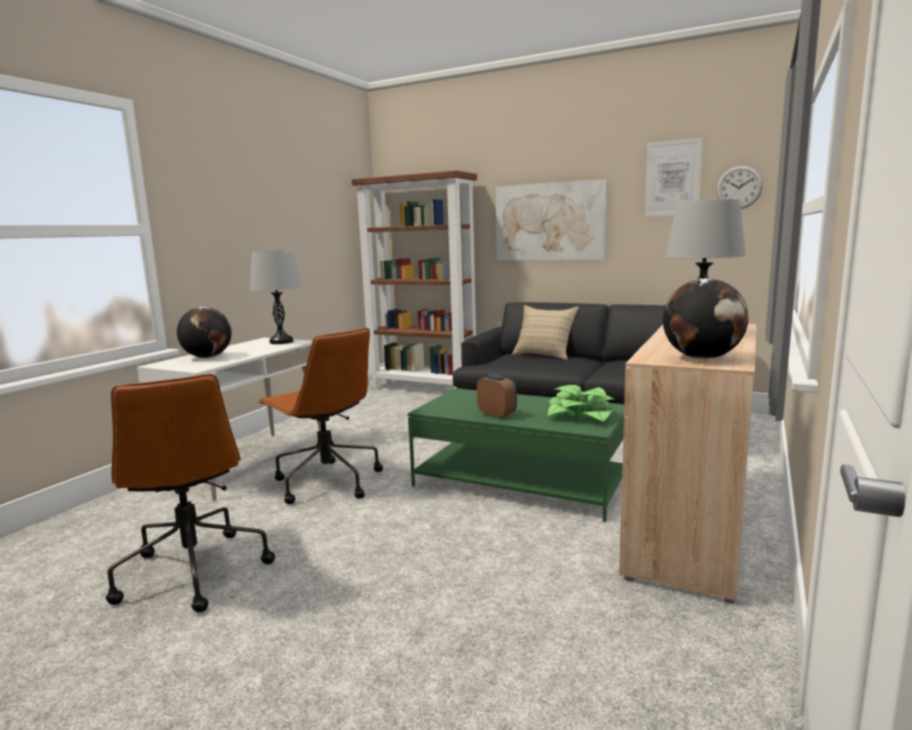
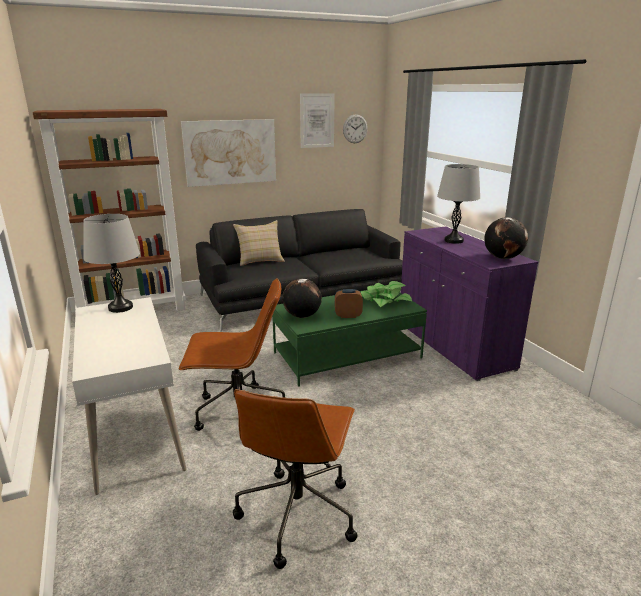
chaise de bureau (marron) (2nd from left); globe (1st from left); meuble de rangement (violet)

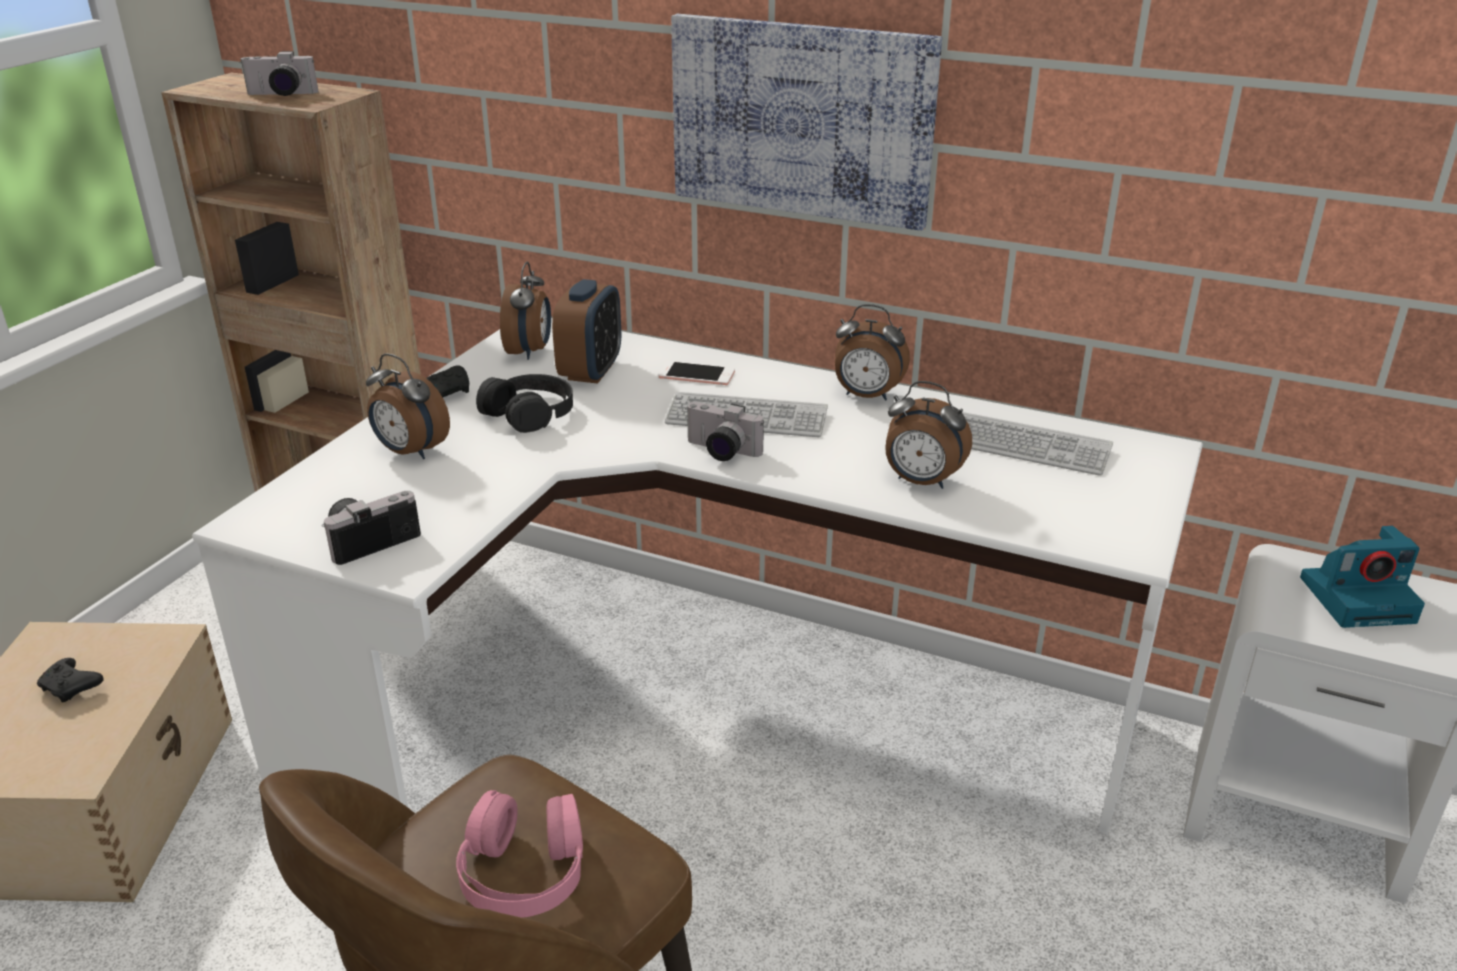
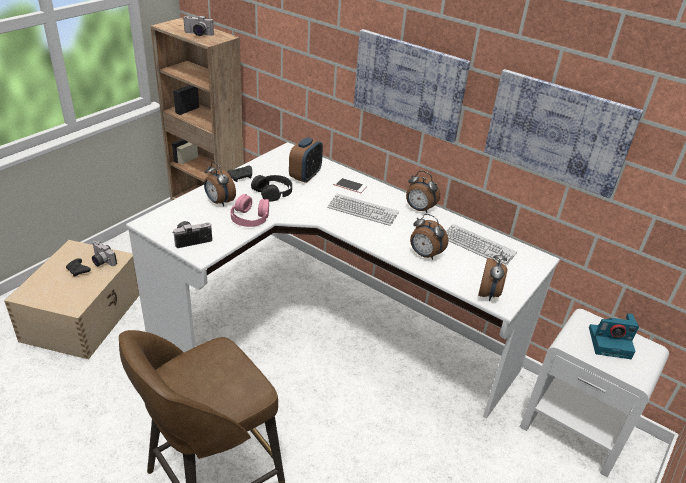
casque audio (rose); réveil (5th from left); appareil photo (1st from left); tableau (2nd from left)

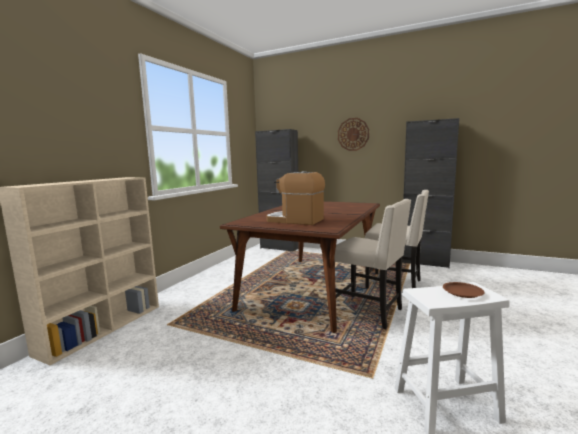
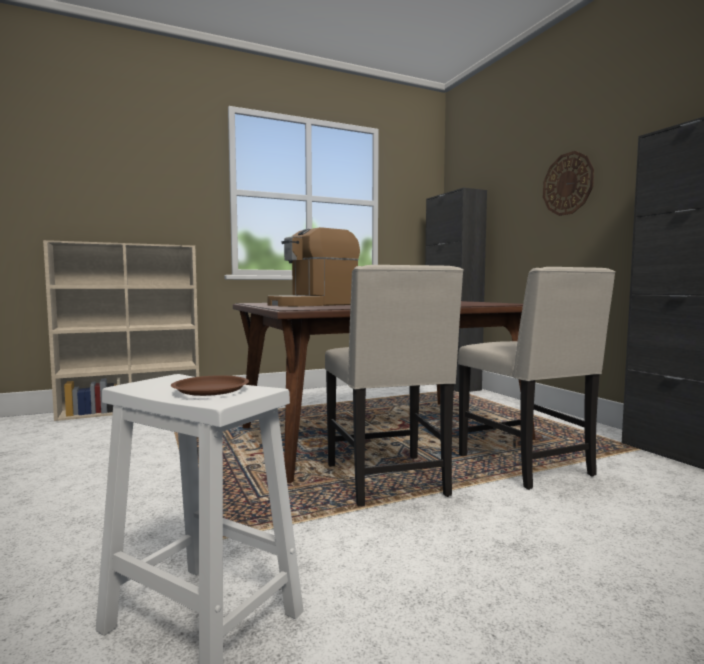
machine à café

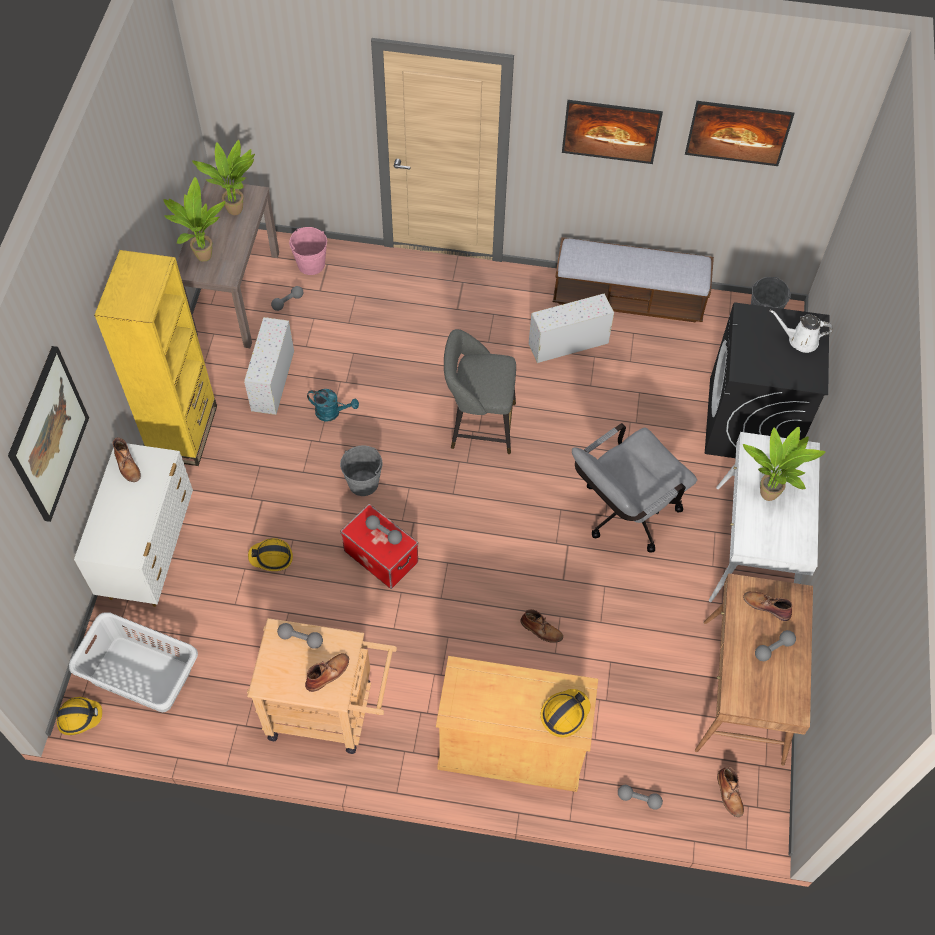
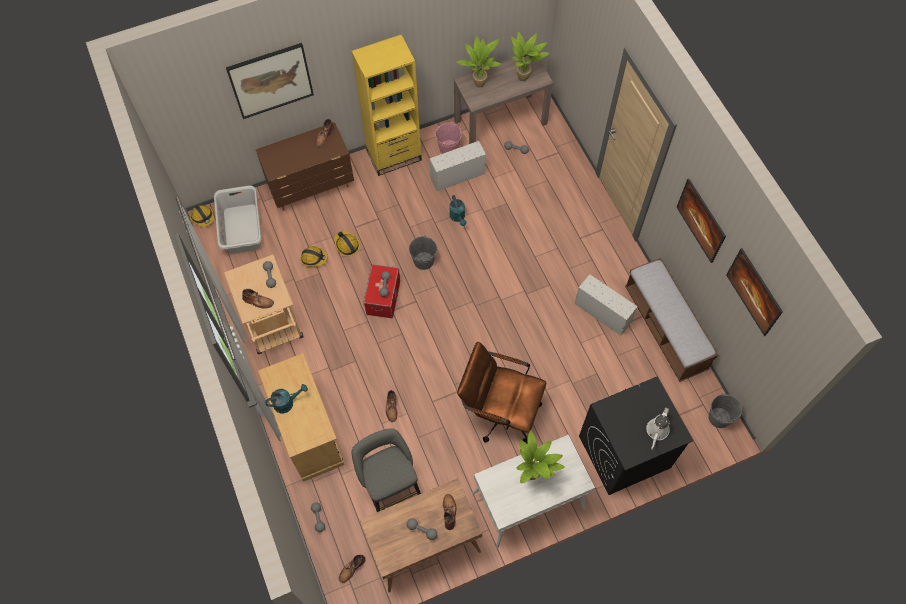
commode (marron); seau (rose); tabouret (gris); casque de chantier (2nd from left); chaise de bureau (marron); arrosoir (blanc); arrosoir (turquoise) (1st from left)

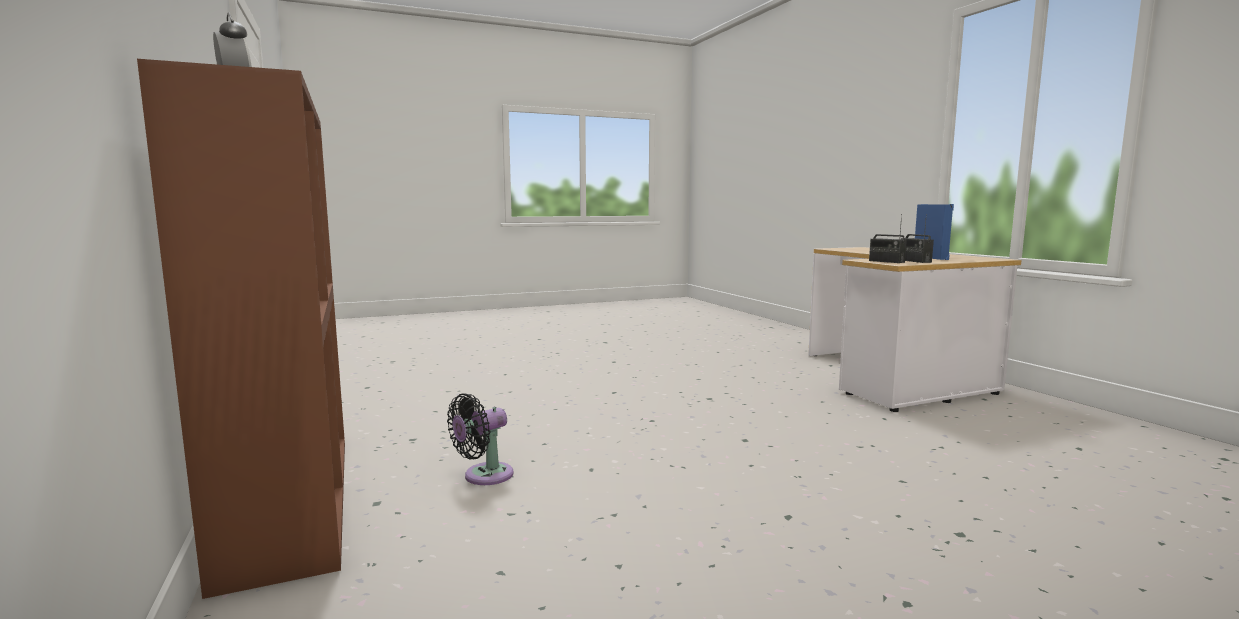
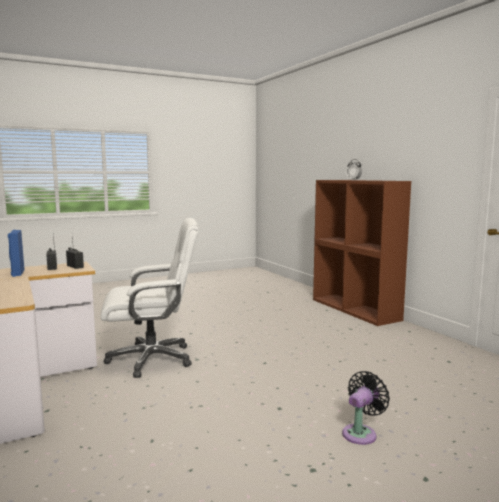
ventilateur (noir); chaise de bureau (blanc)

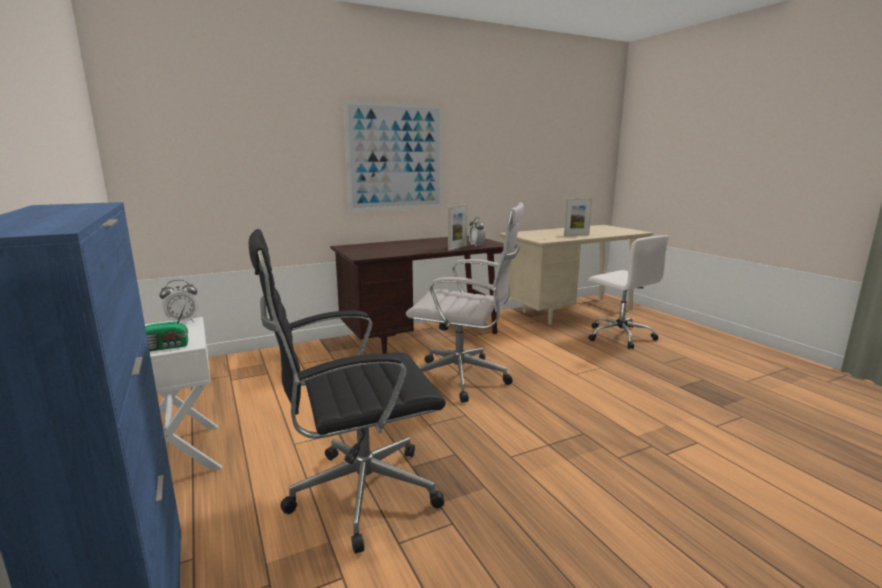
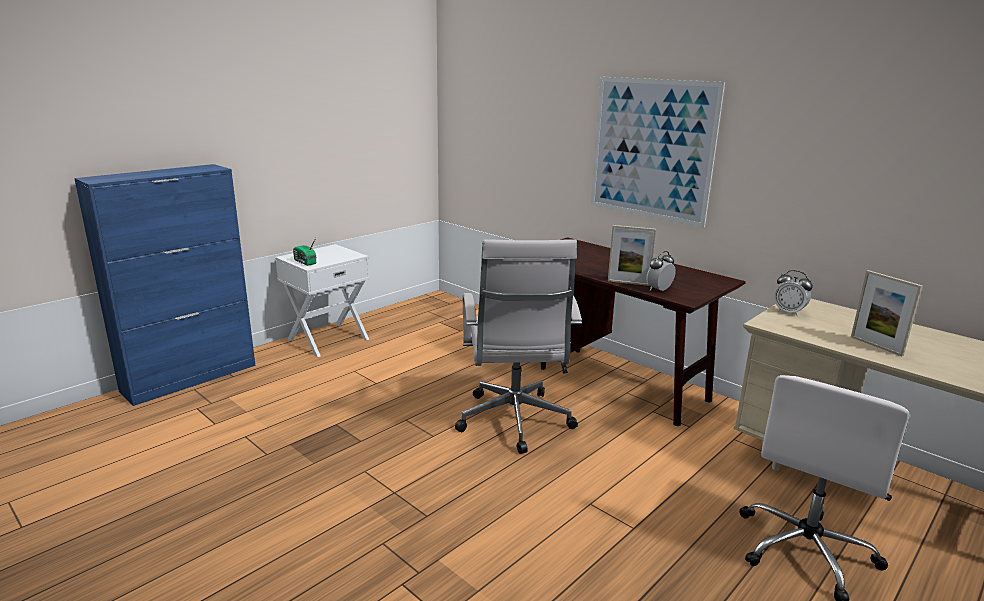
réveil (2nd from left); chaise de bureau (noir)

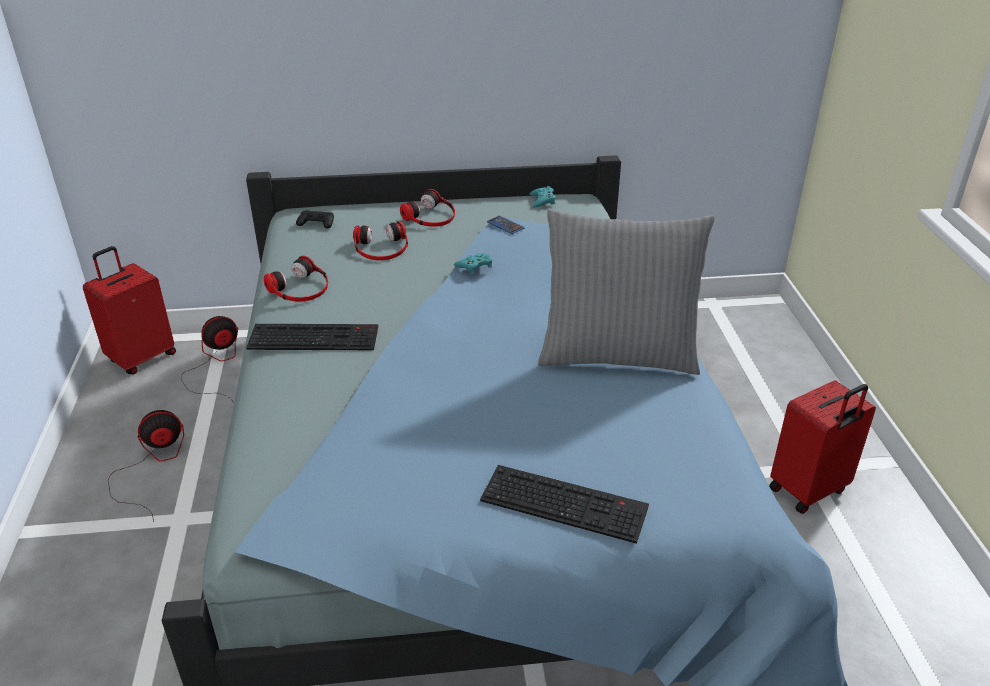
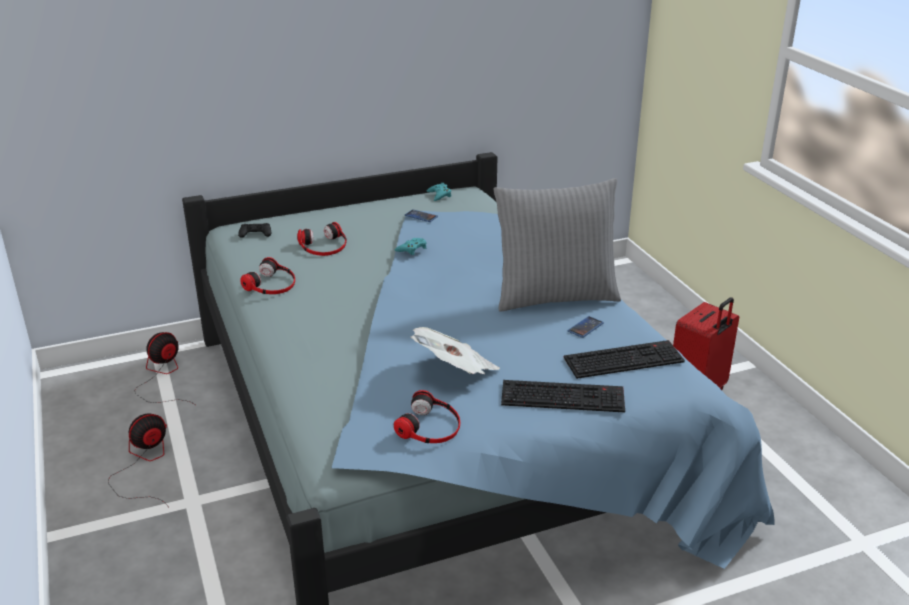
valise (rouge) (1st from left in the first image); clavier (2nd from left); casque audio (3rd from left); journal; téléphone (2nd from left)

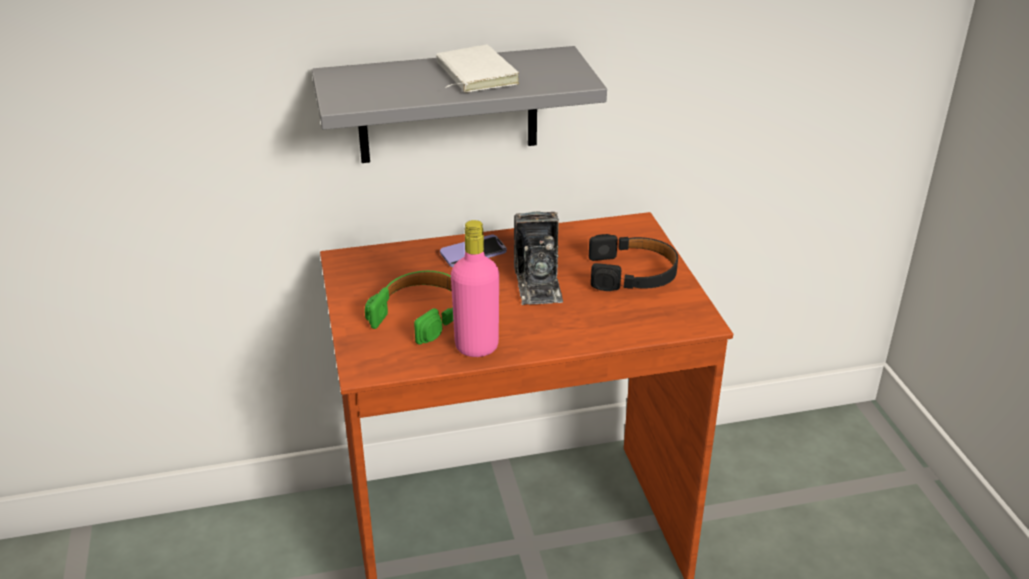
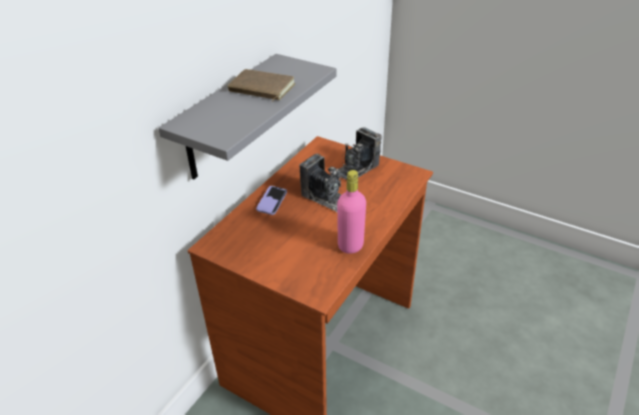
casque audio (vert); livre (marron); appareil photo (2nd from left)

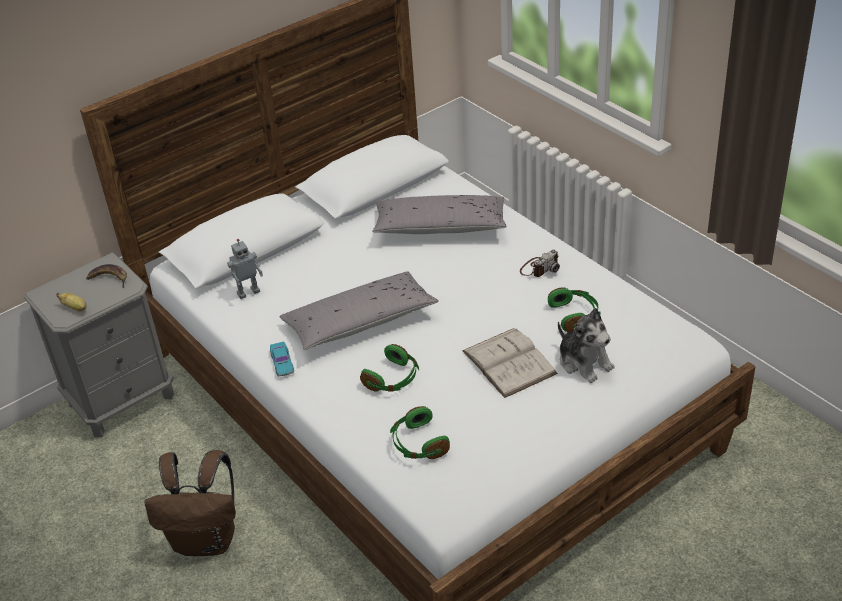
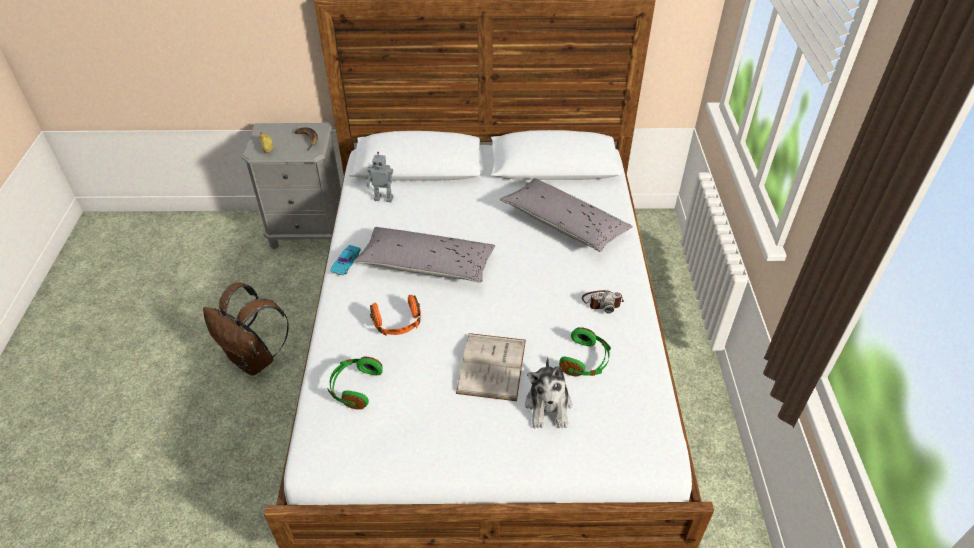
casque audio (orange)

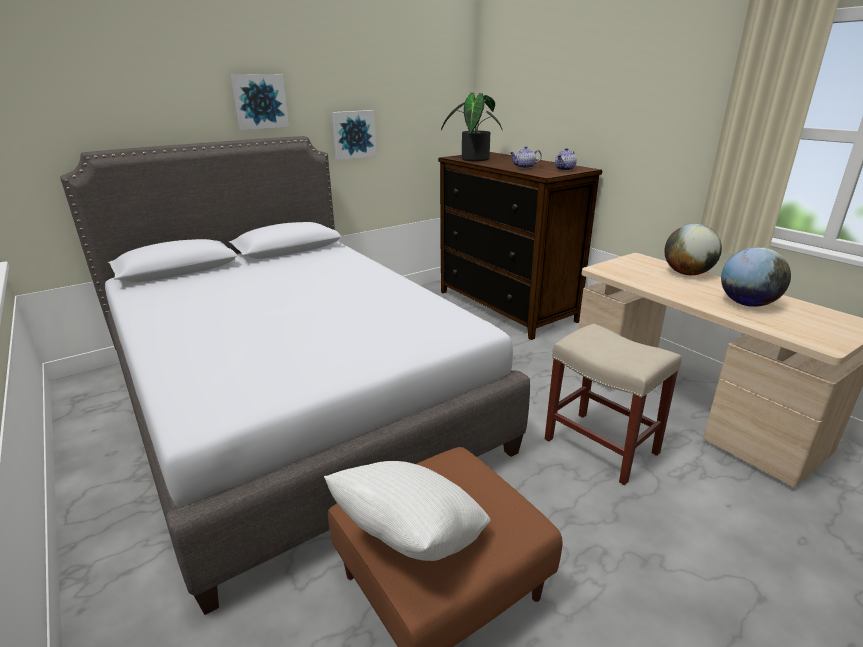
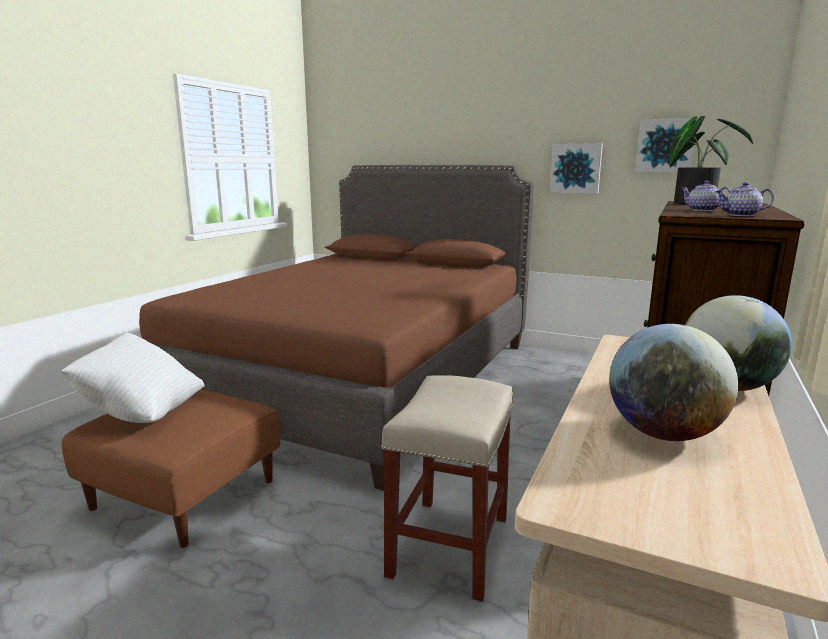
lit (marron); tableau (2nd from left)

